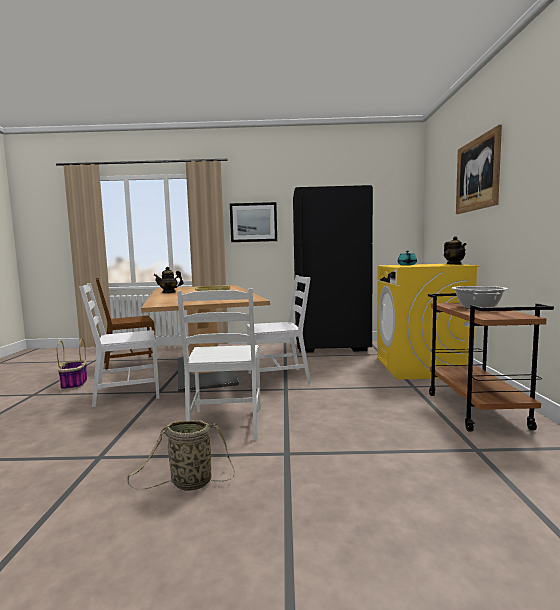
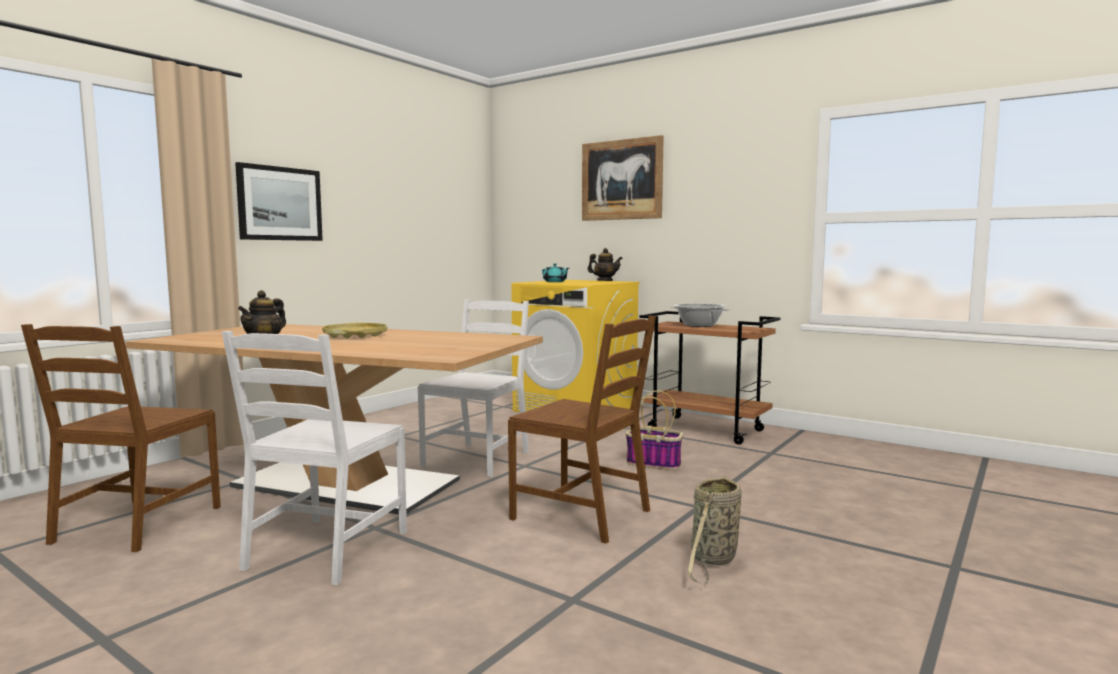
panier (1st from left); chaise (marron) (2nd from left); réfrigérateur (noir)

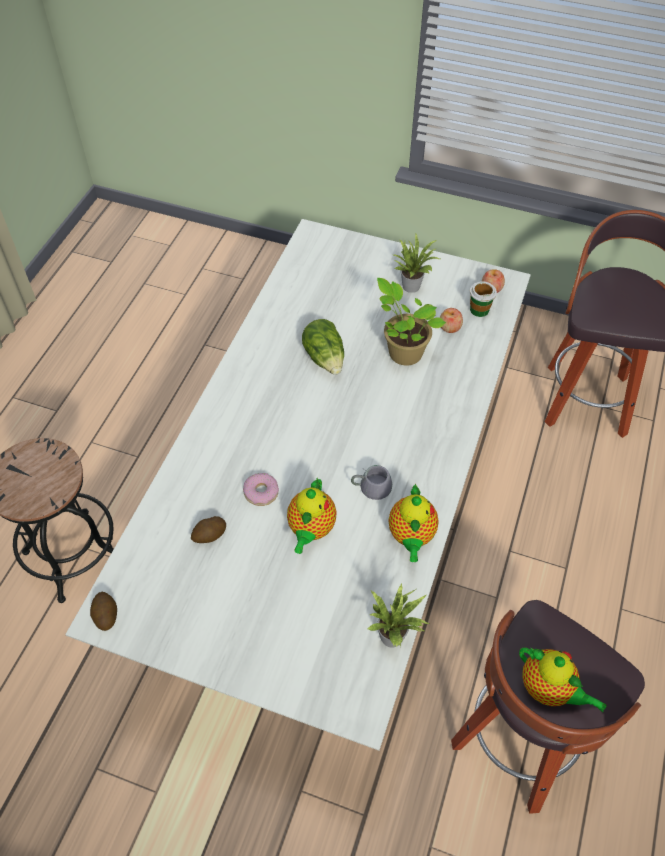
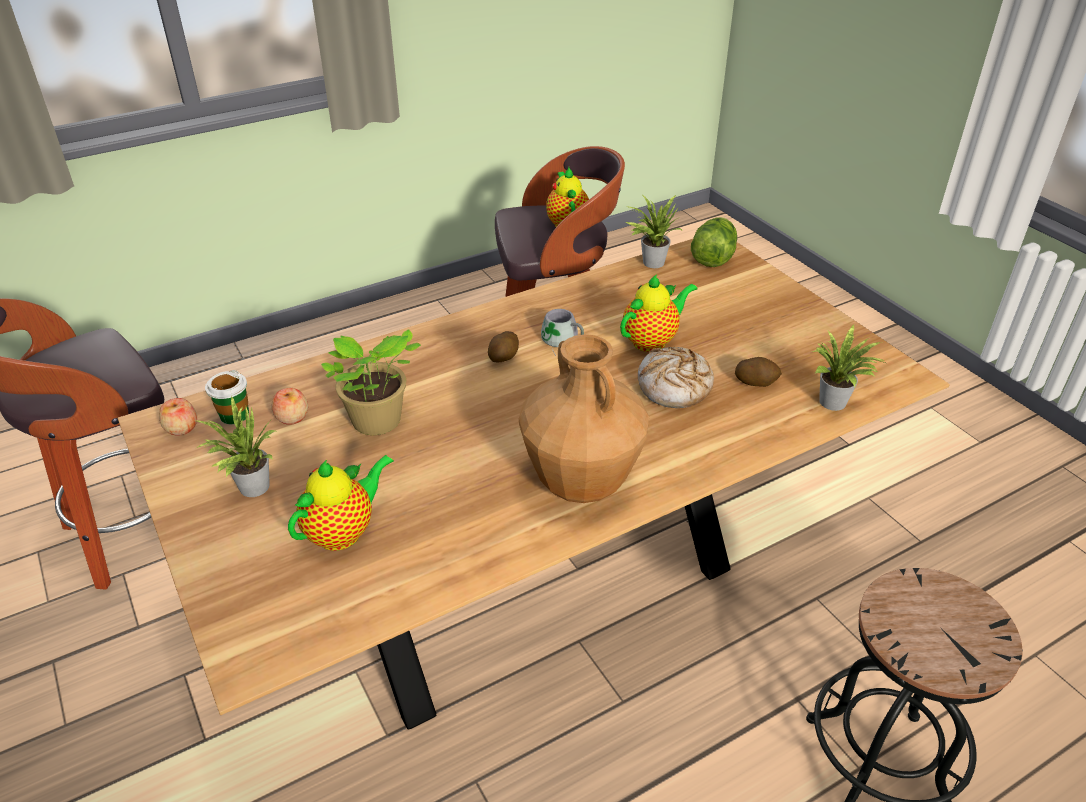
table à manger (marron); pomme de terre (1st from left); pain; laitue; théière (1st from left); vase (marron); plante en pot (4th from left)

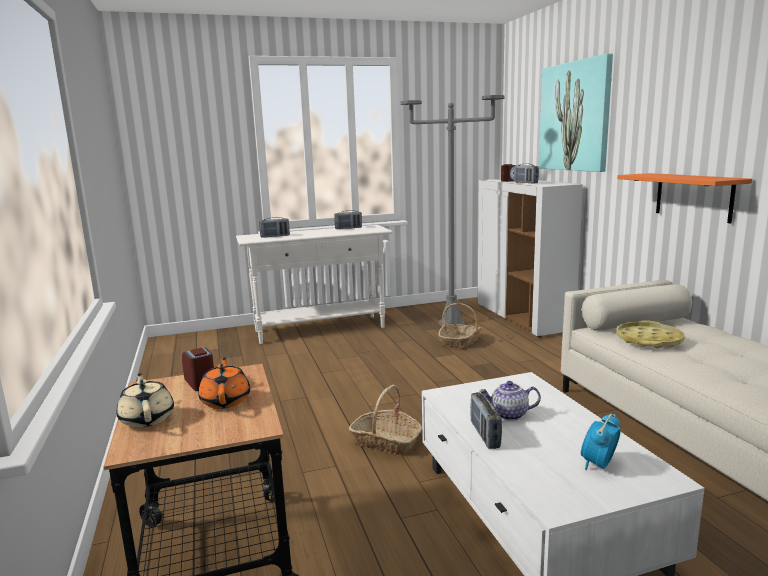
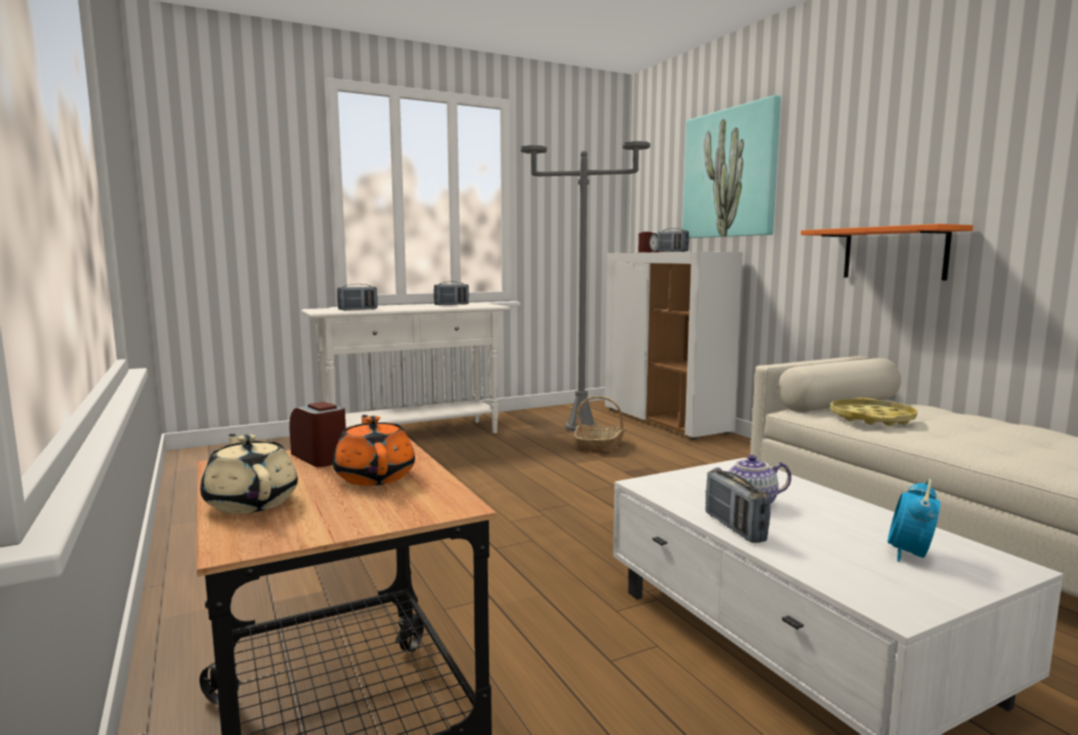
panier (1st from left in the first image)

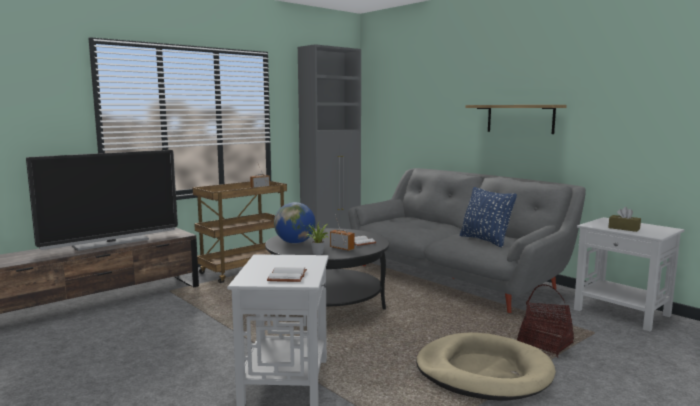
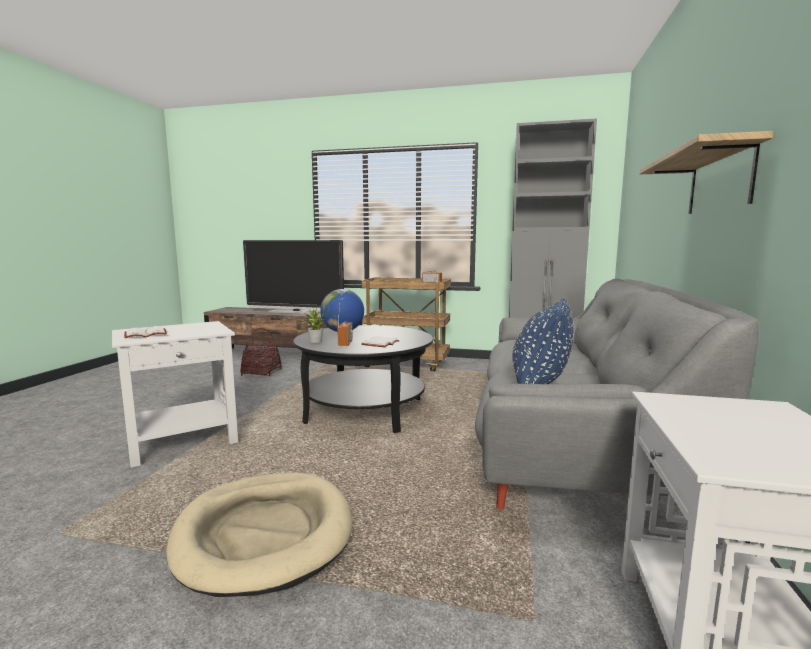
panier; boîte à mouchoirs (marron)

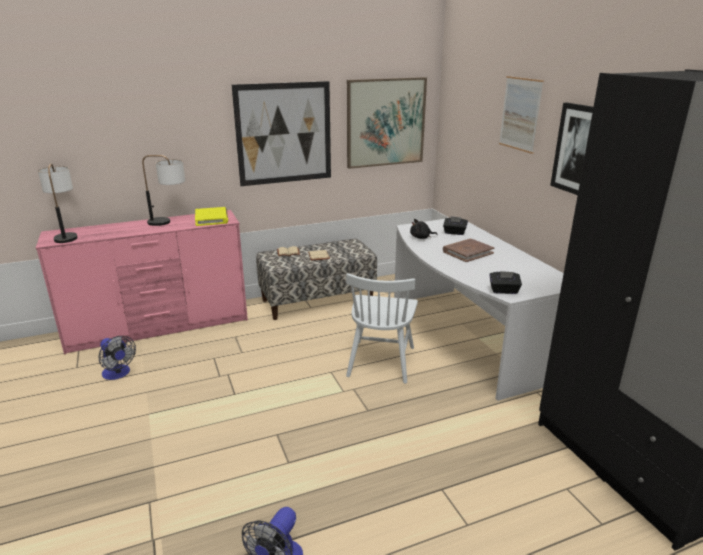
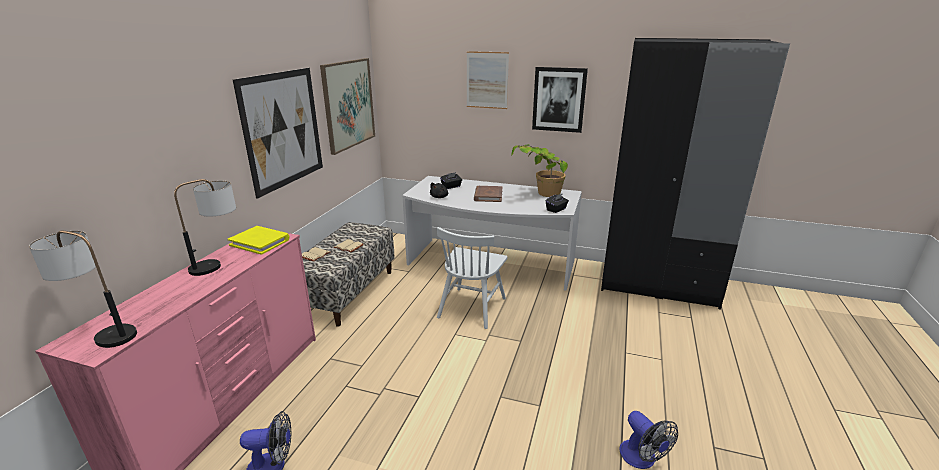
chaise (blanc); plante en pot

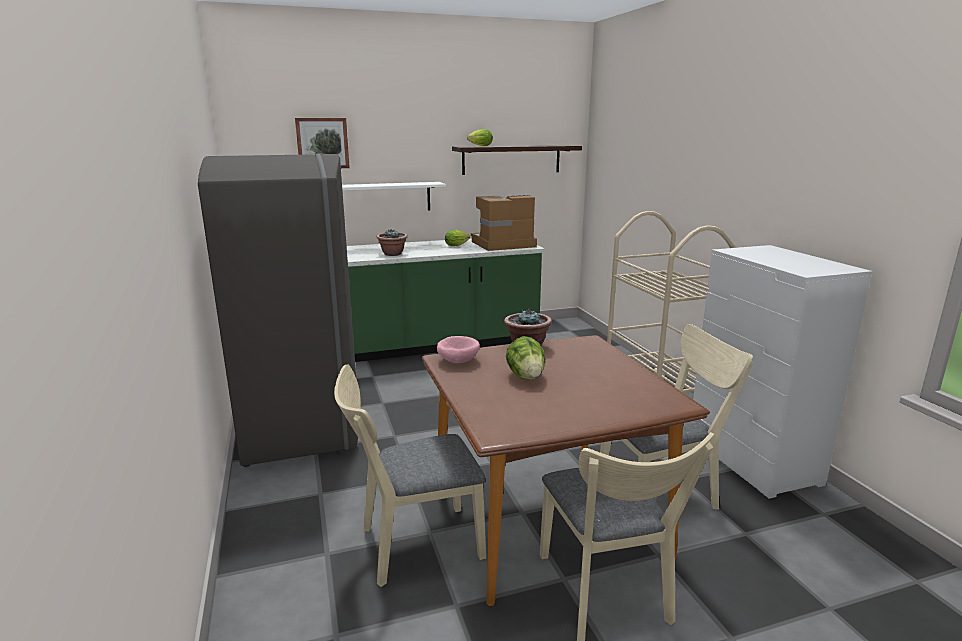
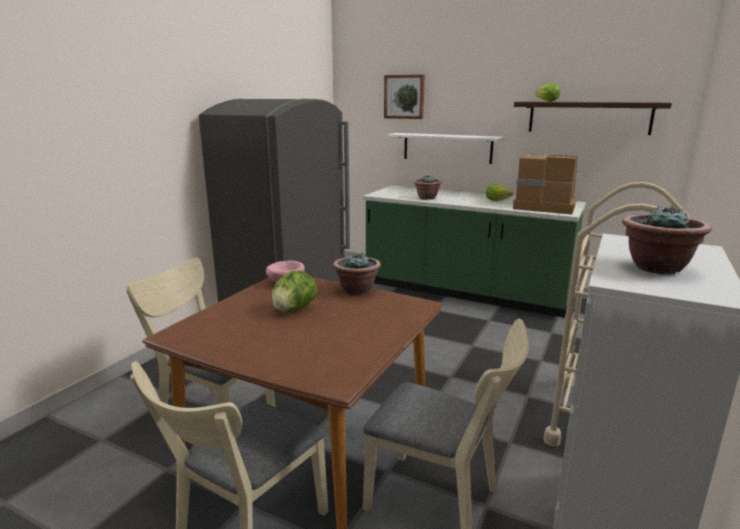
plante en pot (3rd from left)

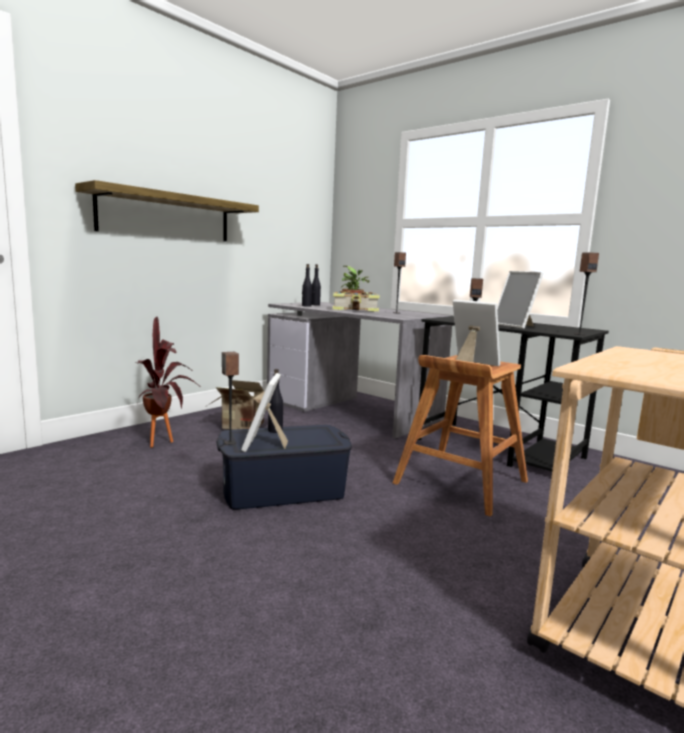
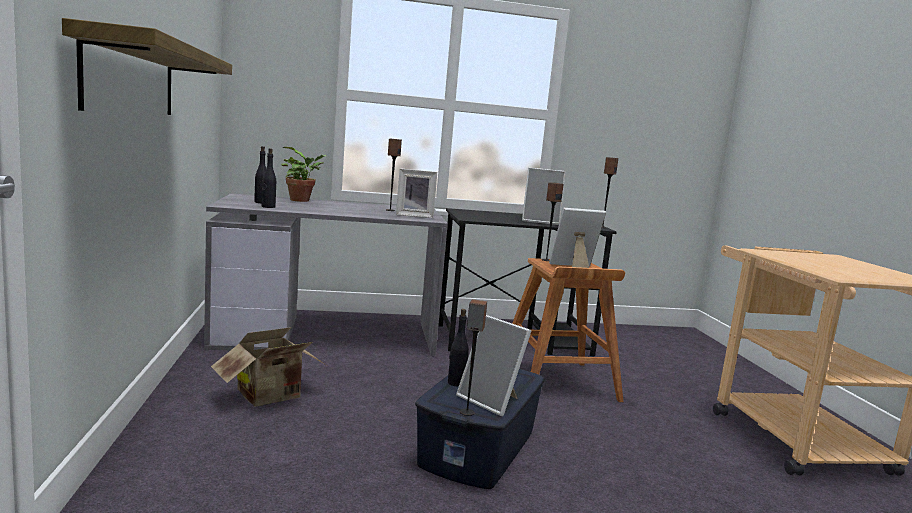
plante en pot (1st from left in the first image); livre; cadre photo (1st from left)

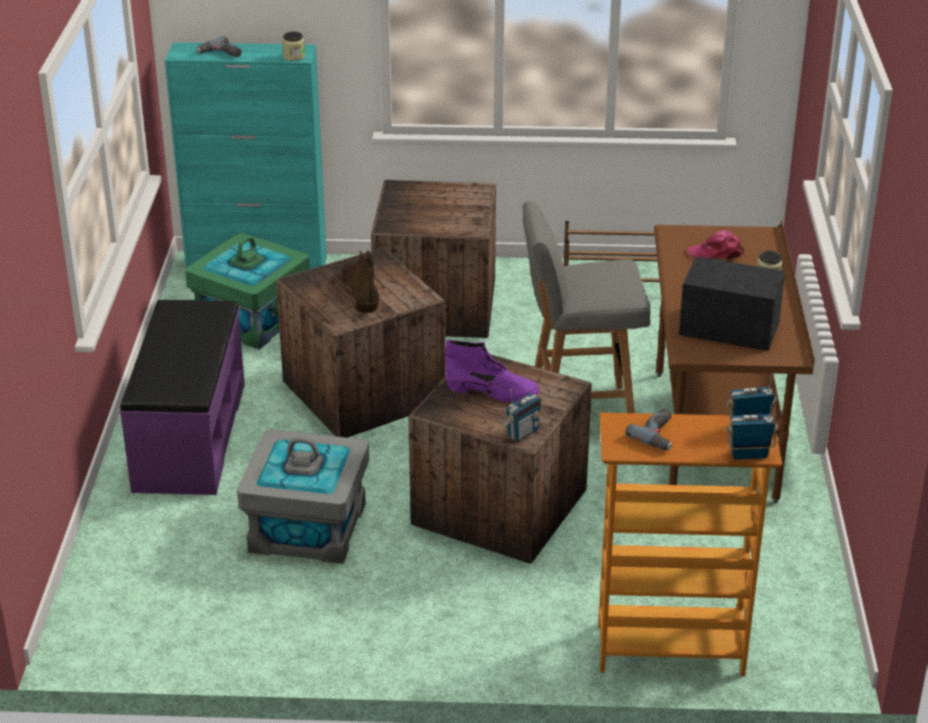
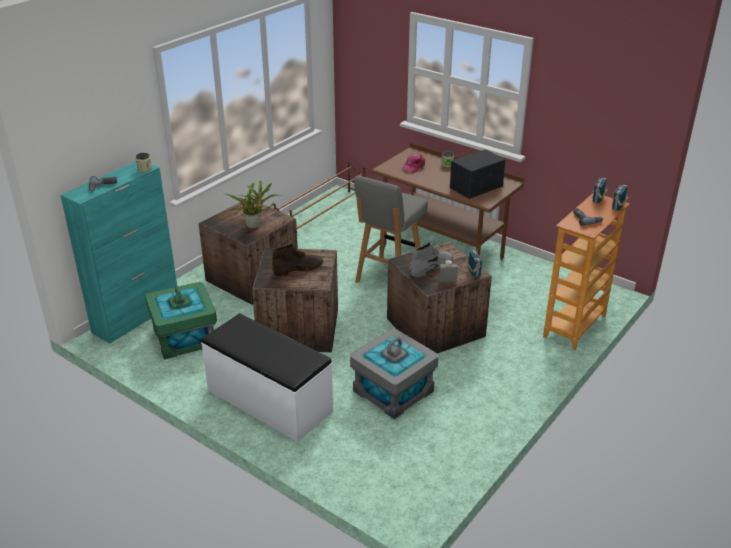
banc (blanc); botte (marron); botte (gris); plante en pot; bouteille (gris)

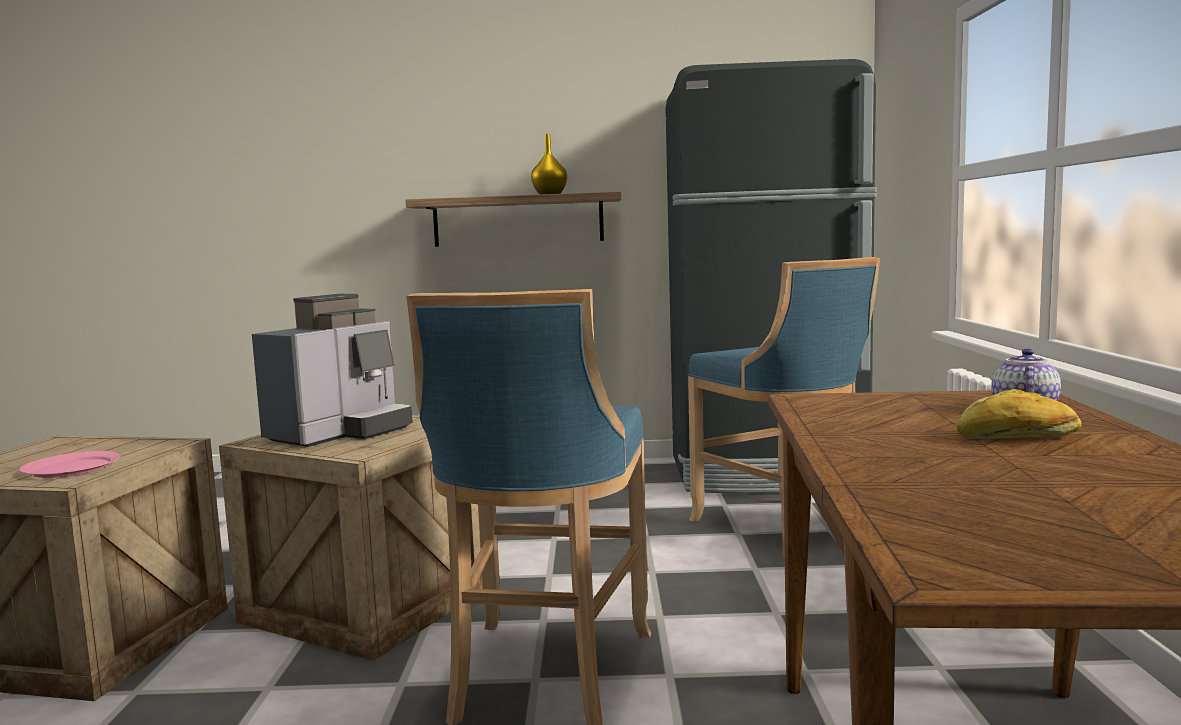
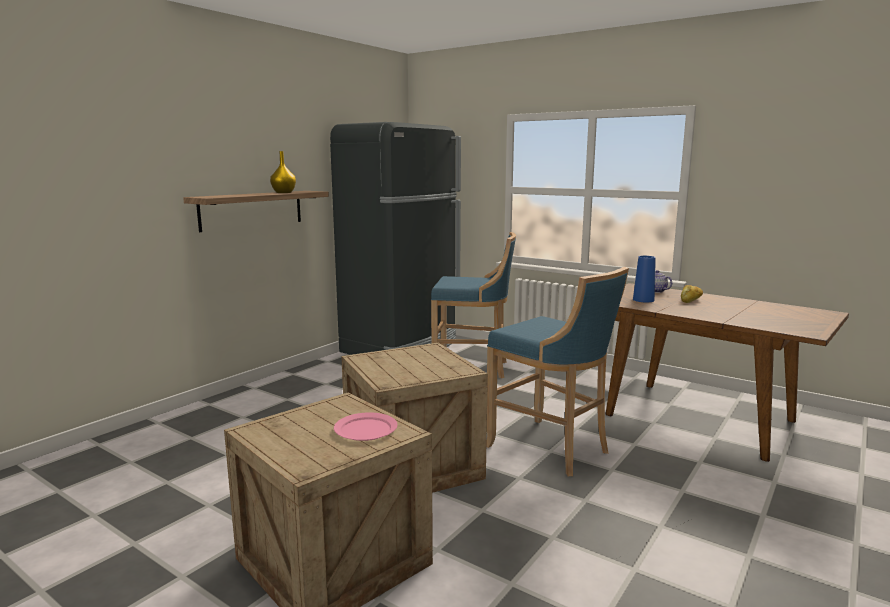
machine à café; vase (bleu)

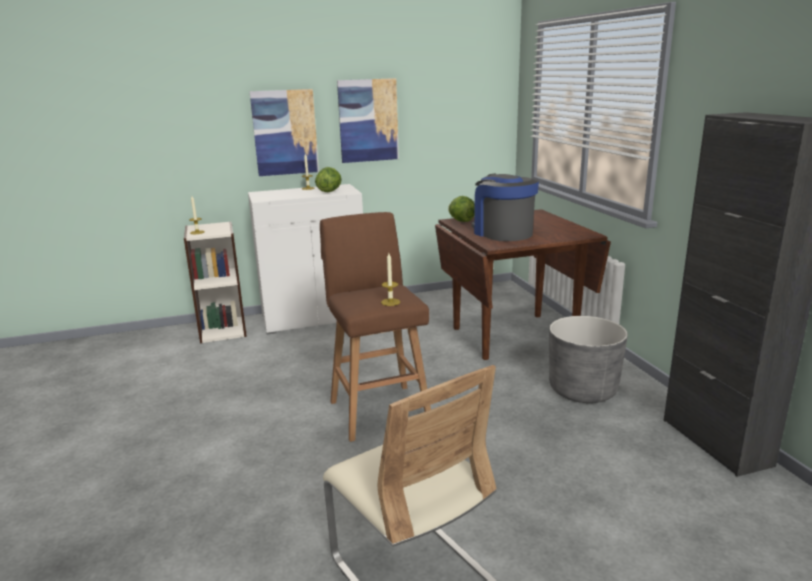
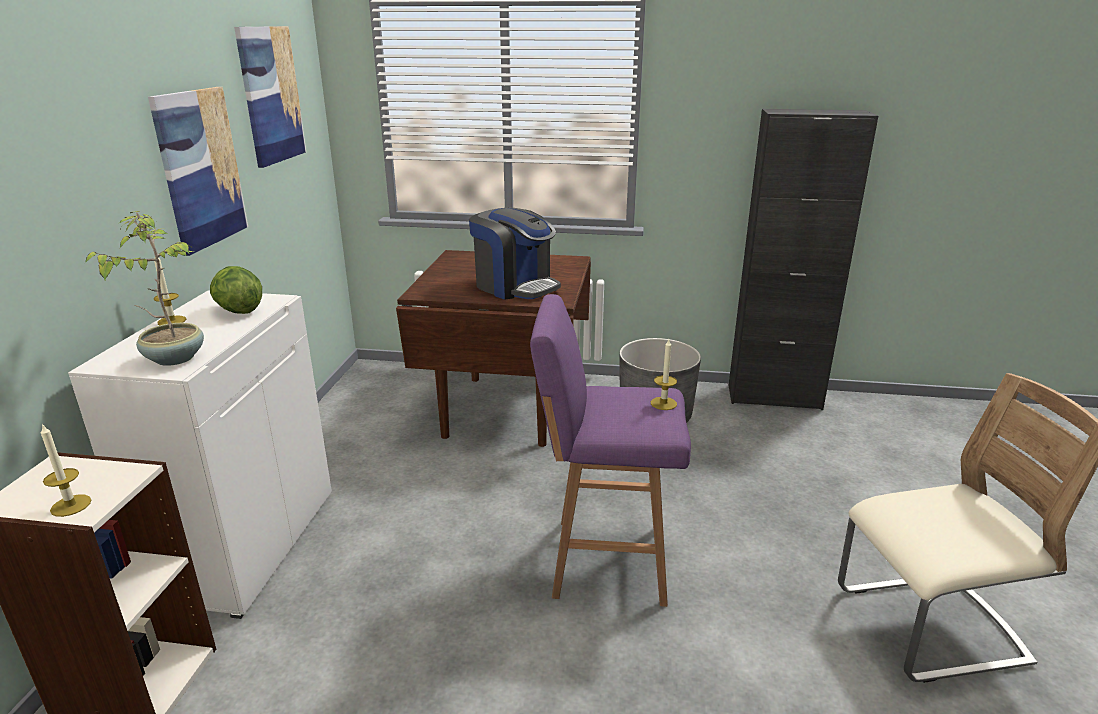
tableau (2nd from left); tabouret (violet); laitue (2nd from left in the first image); machine à café; plante en pot

